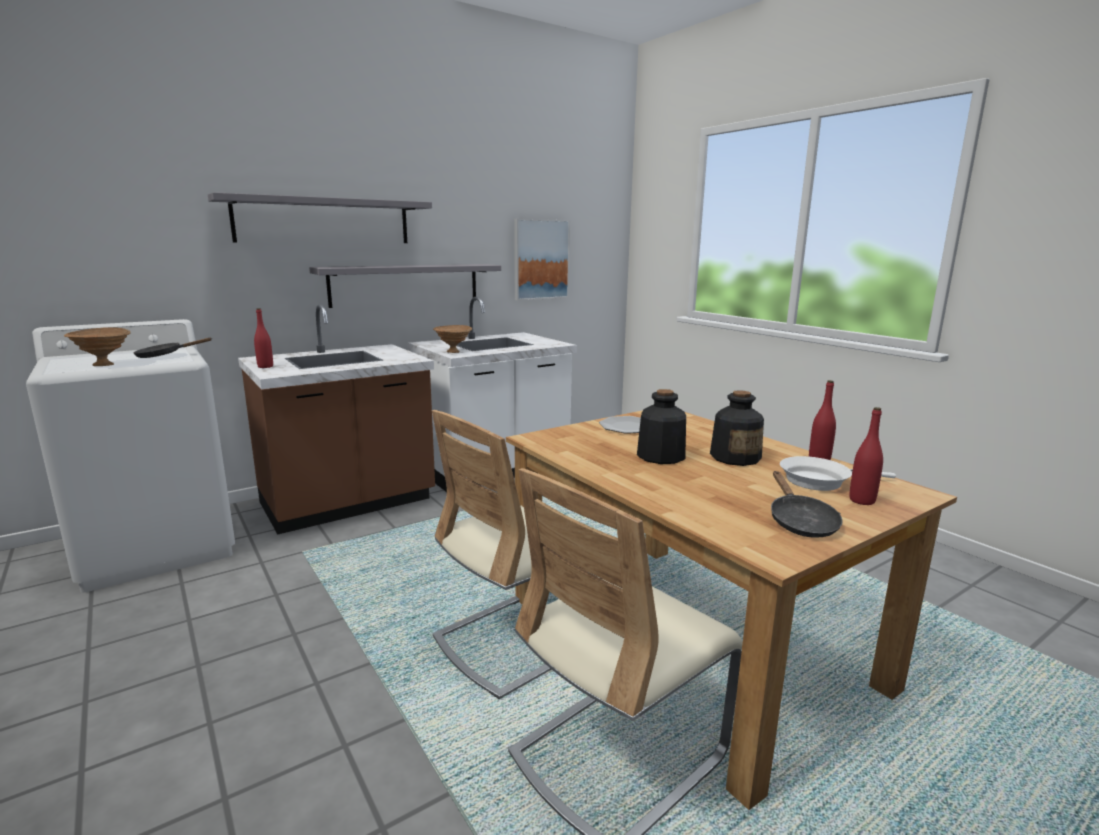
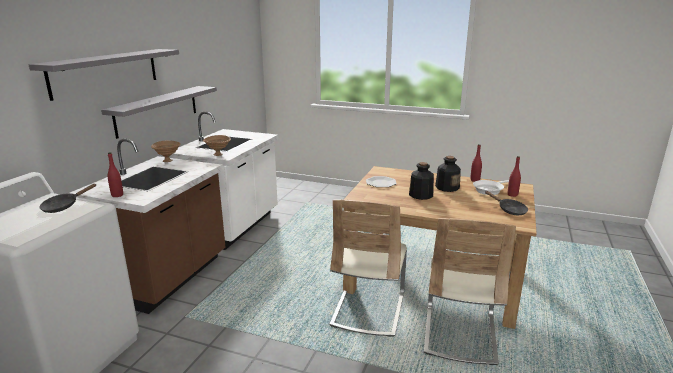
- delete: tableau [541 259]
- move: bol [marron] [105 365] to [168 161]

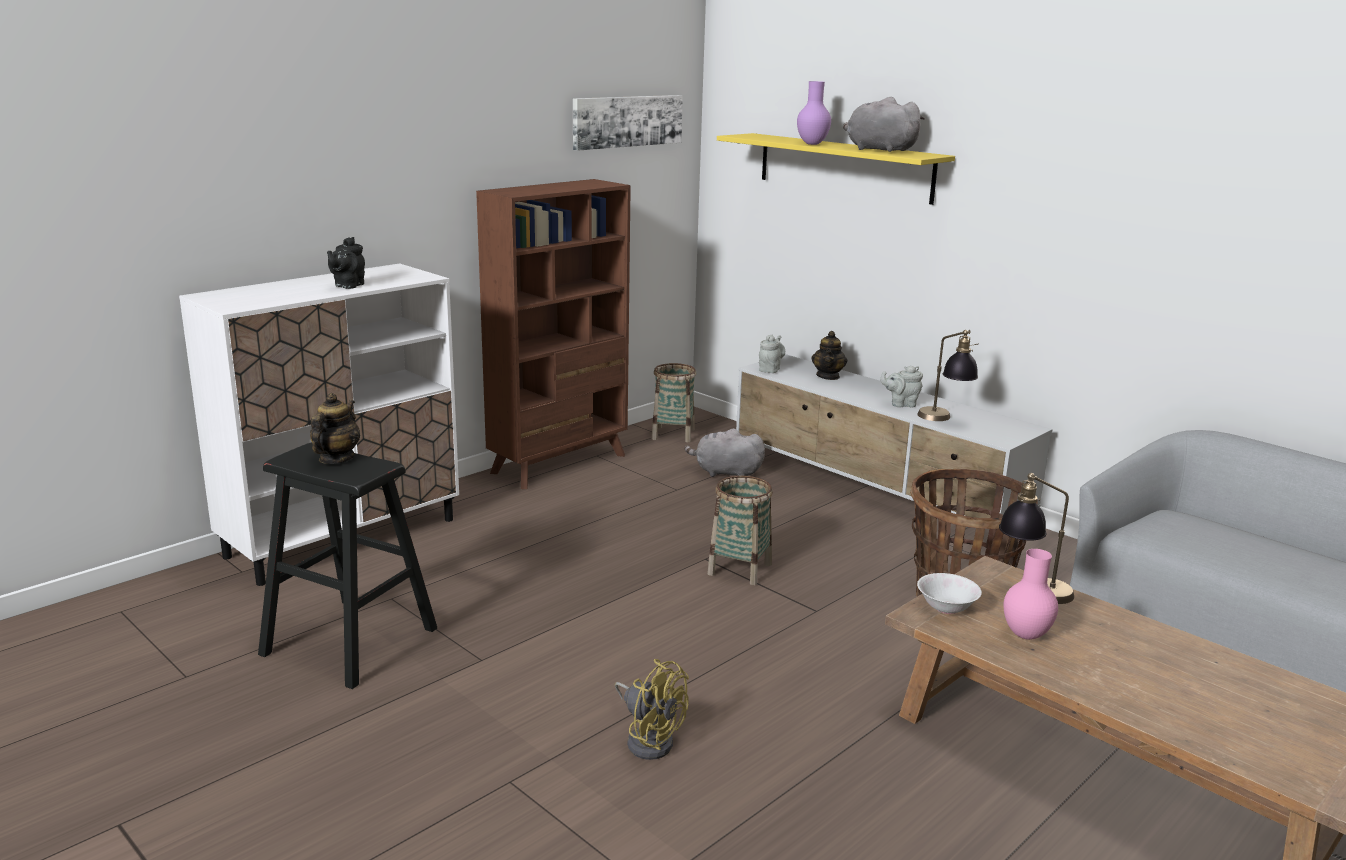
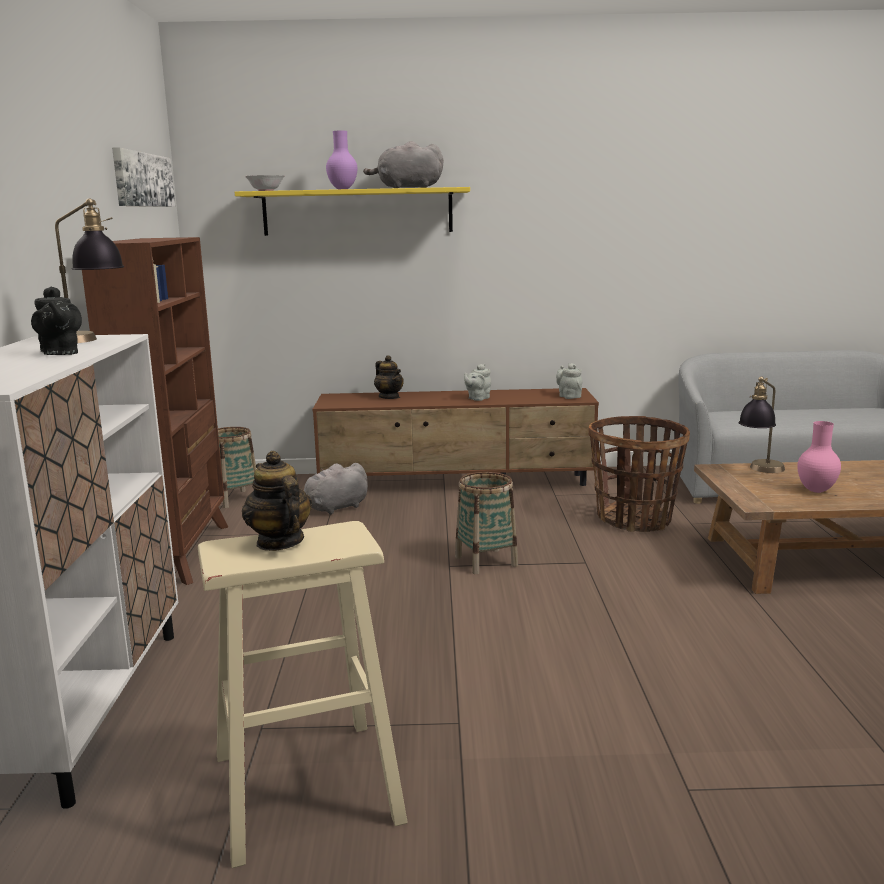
- delete: ventilateur [jaune] [649 739]
- move: théière [gris] [770 369] to [568 396]
- move: lampe de table [944 420] to [90 340]
- move: bol [blanc] [946 608] to [265 191]
- recolor: tabouret [noir] [349 641] to tabouret [beige] [305 787]
- recolor: meuble télé [blanc] [875 492] to meuble télé [marron] [457 483]

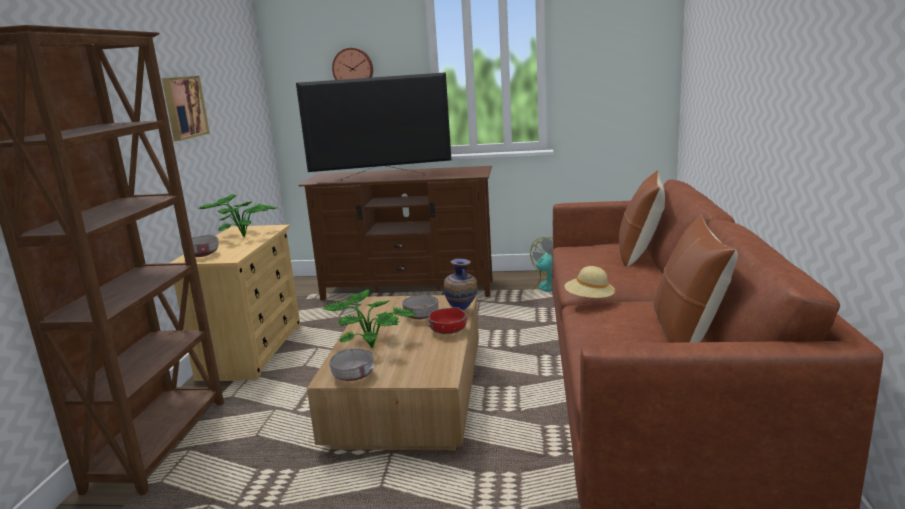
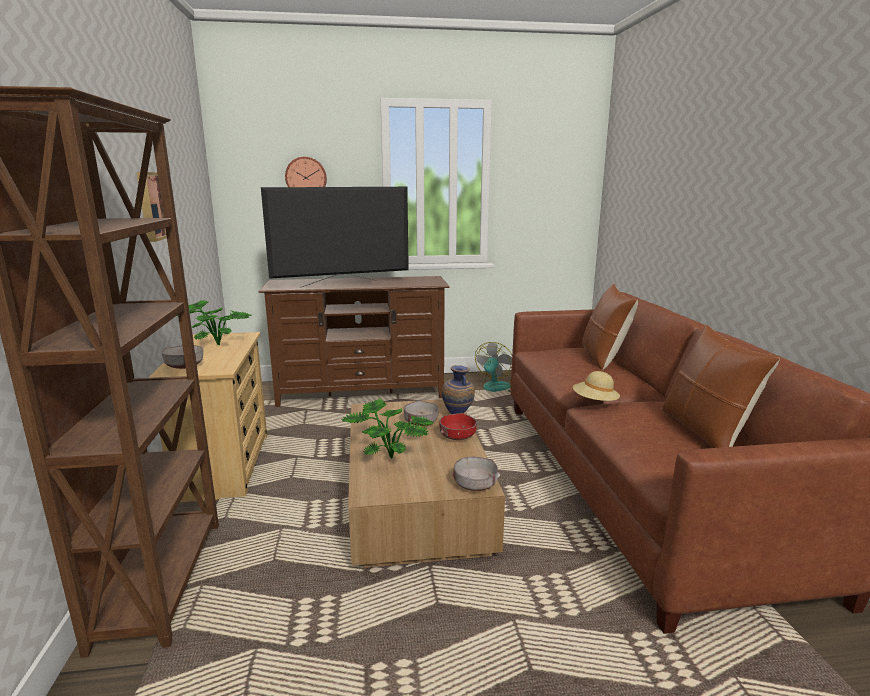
- move: bol [gris] [353 376] to [475 485]

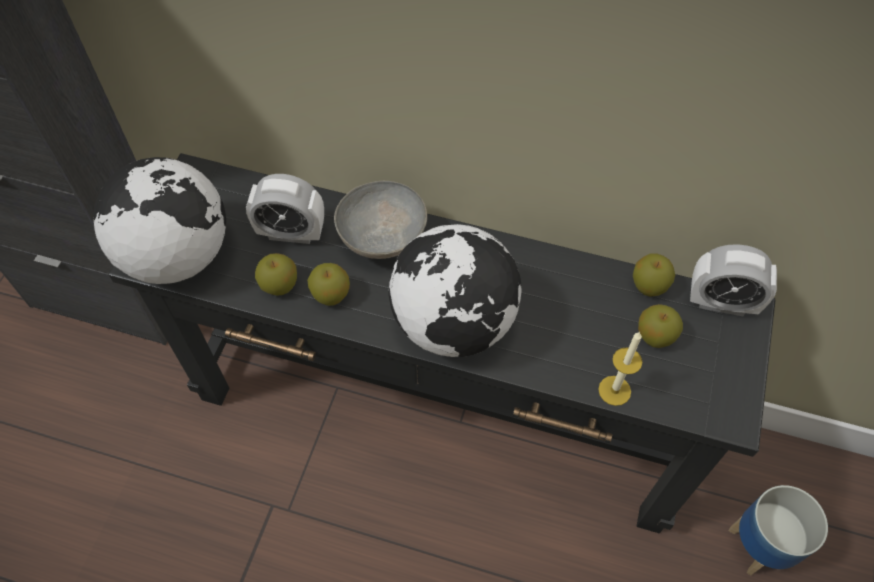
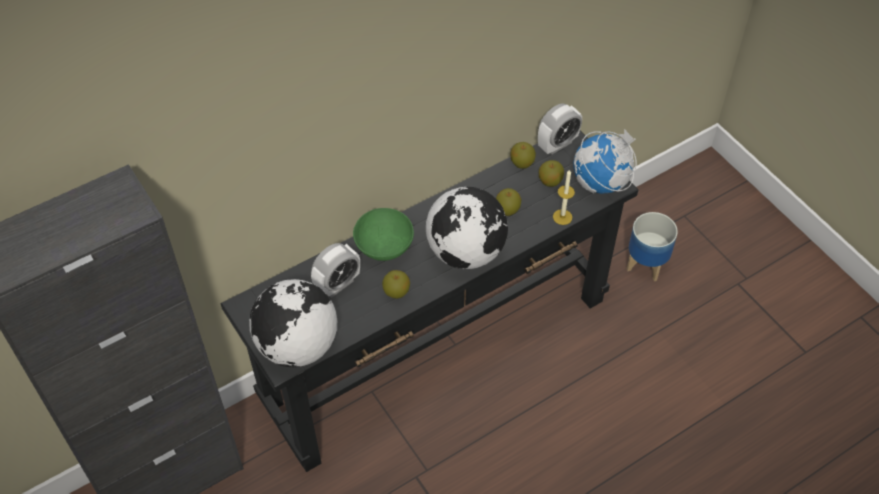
- insert: globe [601 183]
- move: pomme [279 285] to [507 210]
- recolor: bol [gris] [381 240] to bol [vert] [384 248]

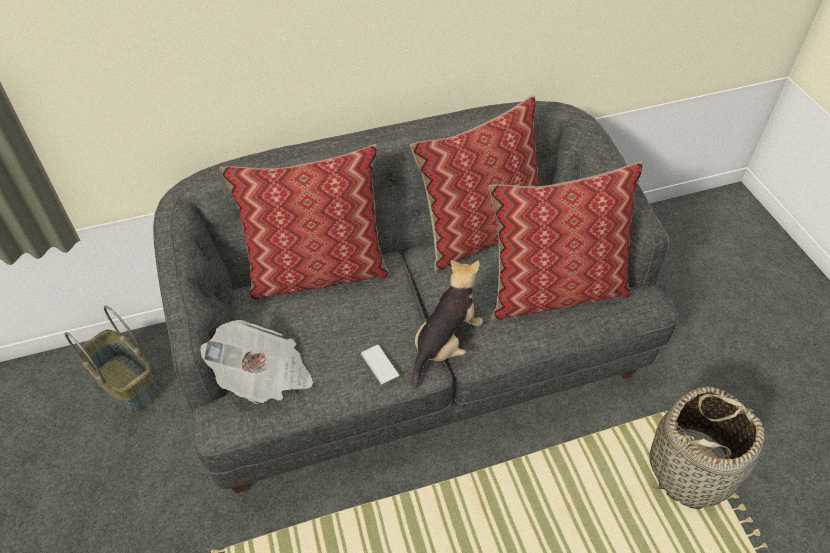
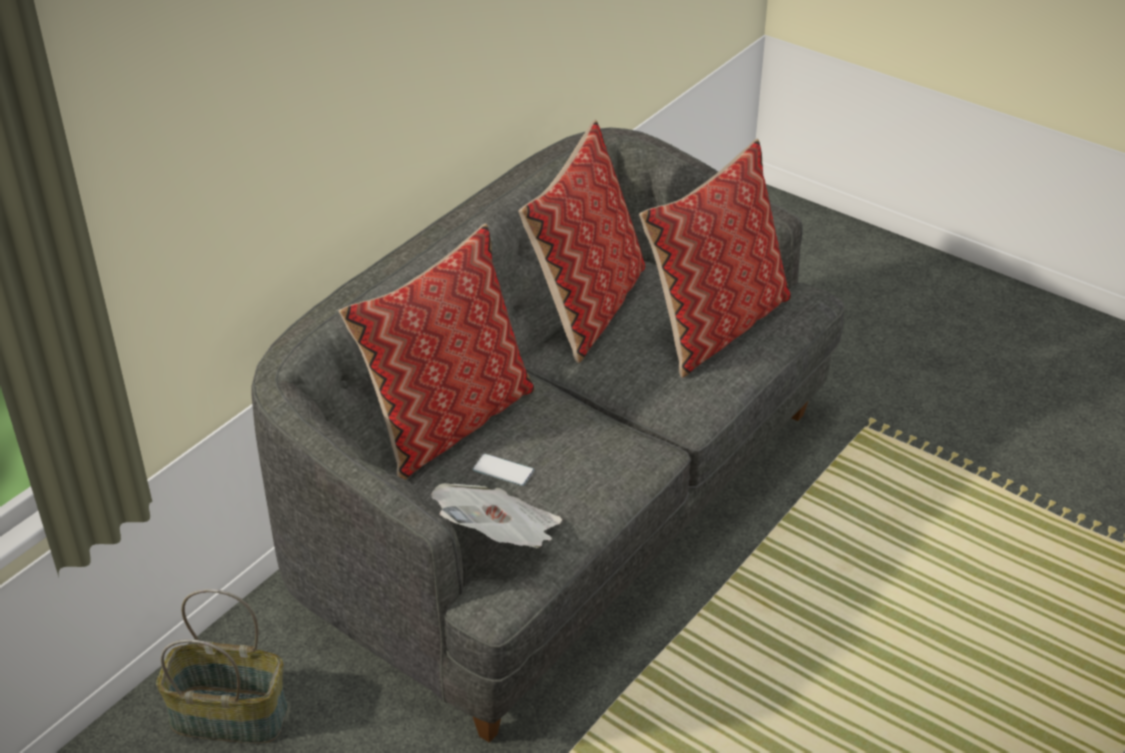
- delete: peluche [445 344]
- delete: panier [691 468]
- move: téléphone [380 365] to [503 470]

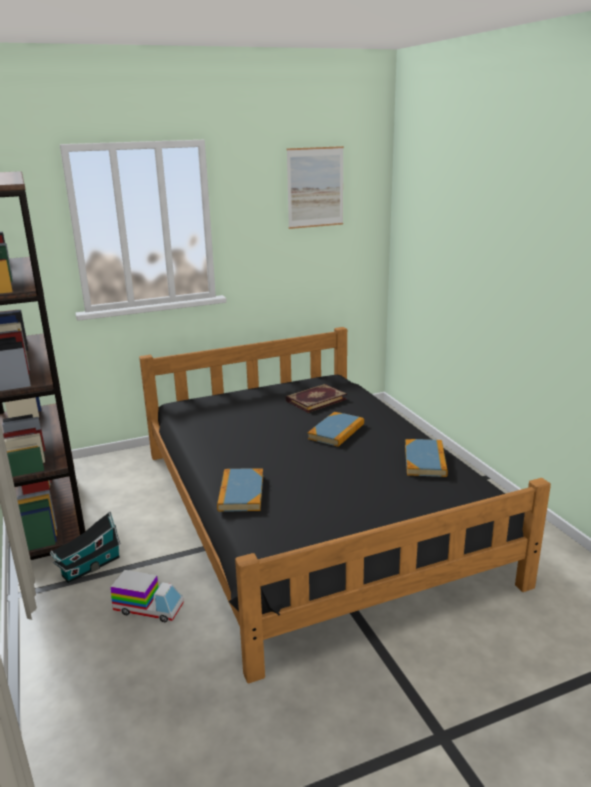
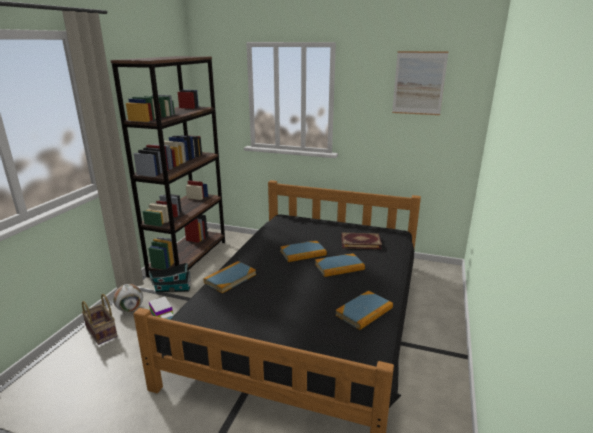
- insert: panier [102 332]
- insert: ballon de foot [130 309]
- insert: livre [303 253]

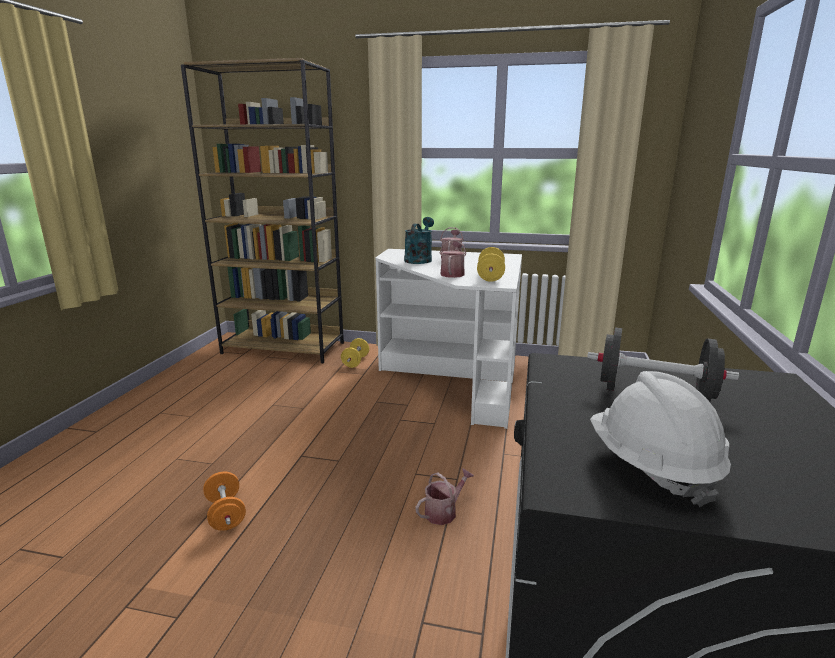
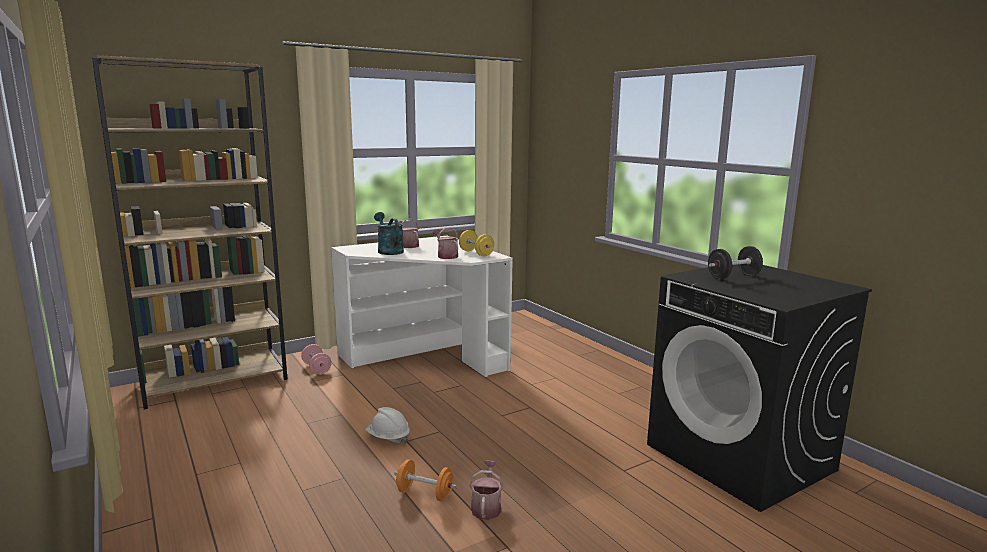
- move: arrosoir [444 512] to [486 507]
- move: casque de chantier [blanc] [651 466] to [388 438]
- recolor: haltère [jaune] [355 362] to haltère [rose] [316 368]

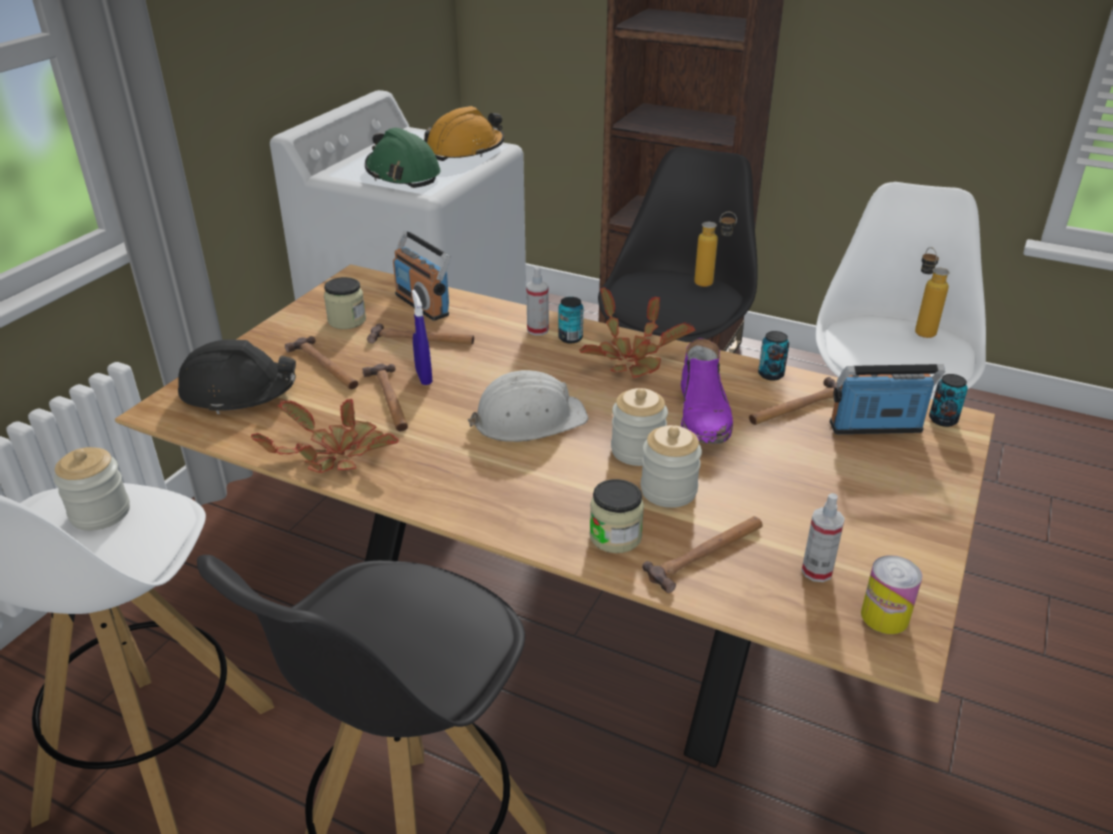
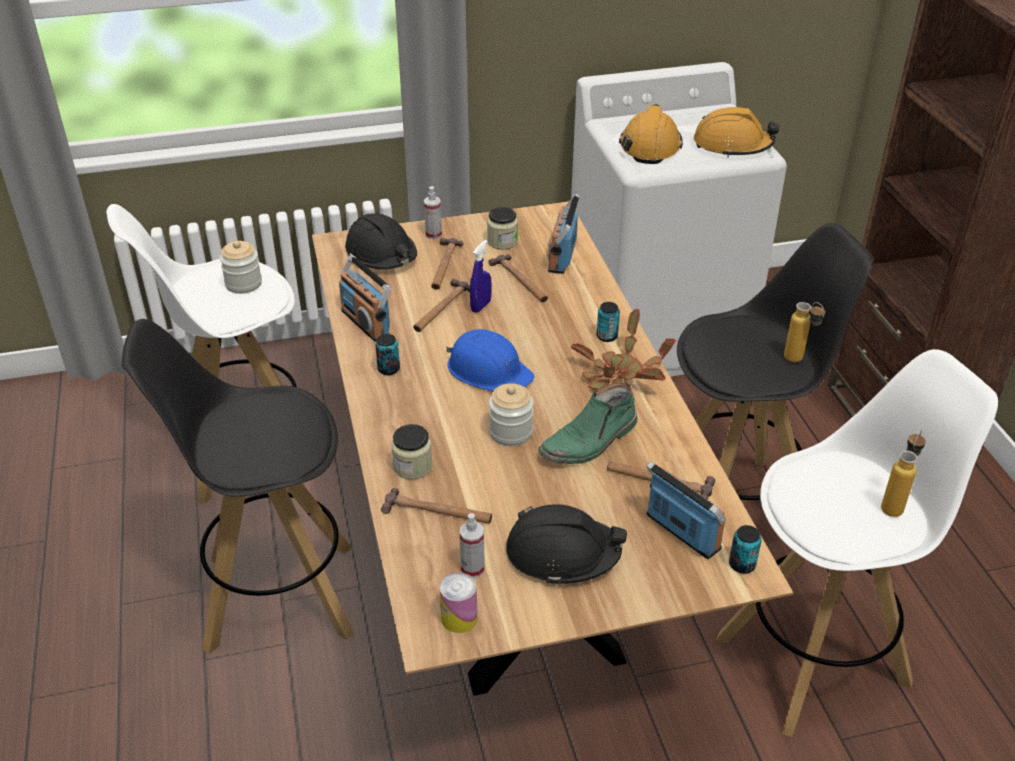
- delete: bocal [668 490]
- insert: casque de chantier [noir] [562 554]
- move: vaporisateur [537 330] to [433 234]
- move: boîte métallique [770 374] to [388 369]
- replace: plante en pot [335 455] to radio [366 322]
- recolor: casque de chantier [vert] [402 174] to casque de chantier [orange] [650 146]
- recolor: casque de chantier [blanc] [528 419] to casque de chantier [bleu] [488 370]
- recolor: botte [violet] [704 415] to botte [vert] [589 441]

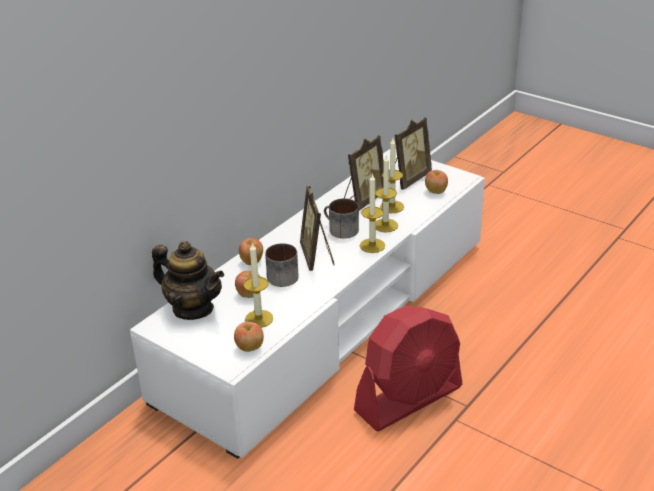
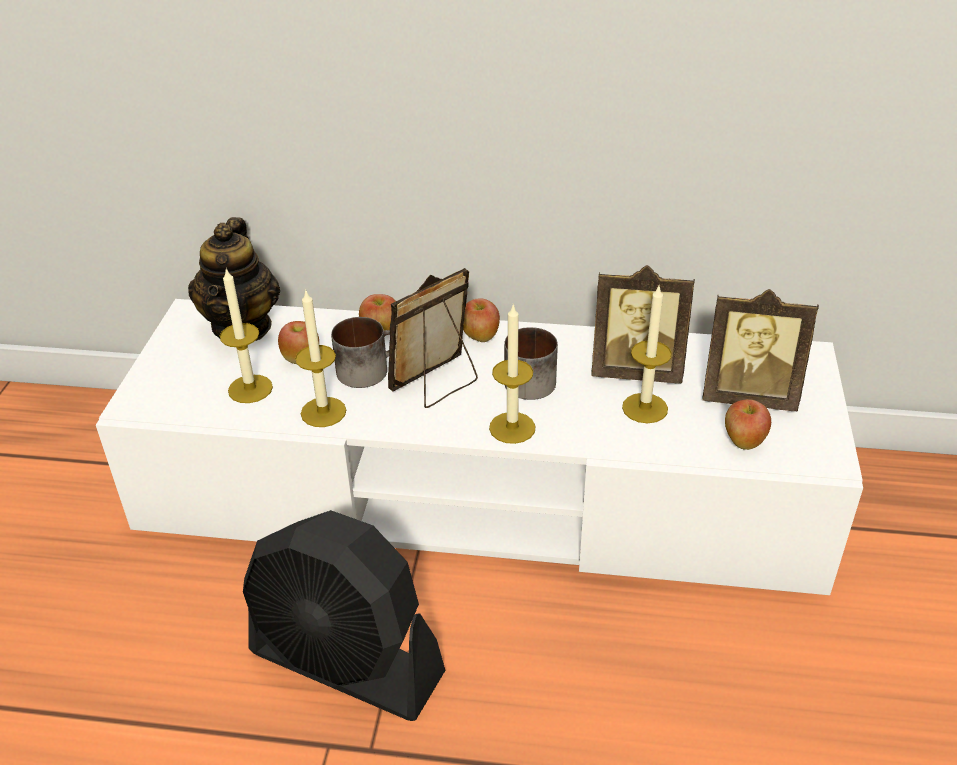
- move: pomme [250 348] to [480 337]
- move: bougie [385 225] to [323 412]
- recolor: ventilateur [rouge] [409 399] to ventilateur [noir] [347 663]

